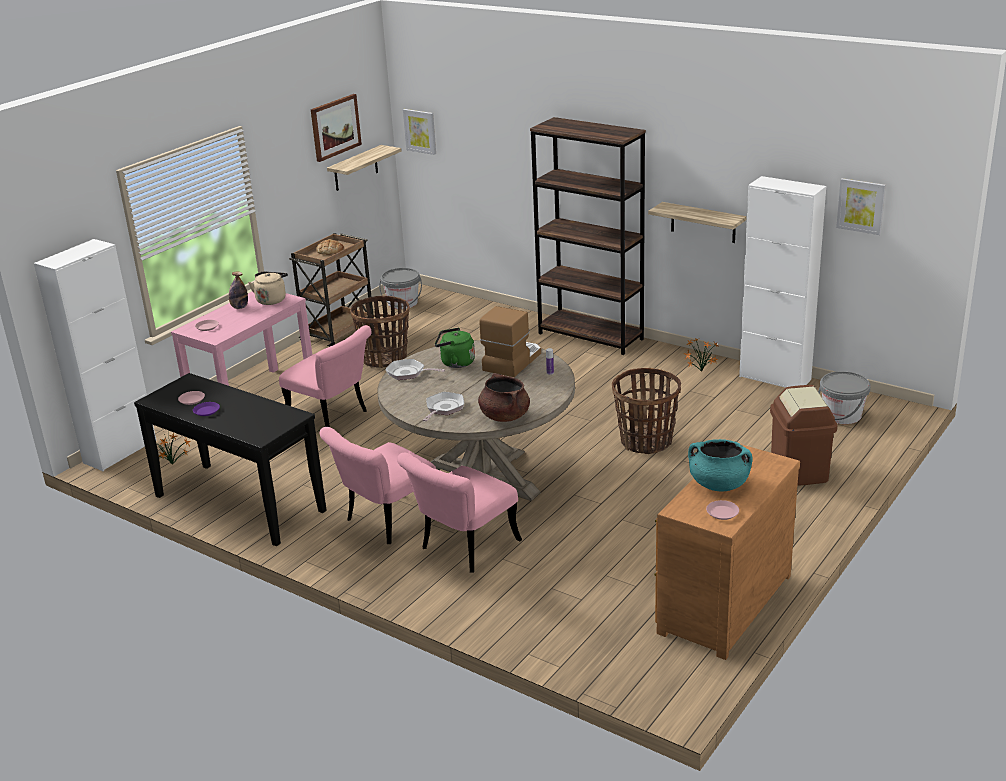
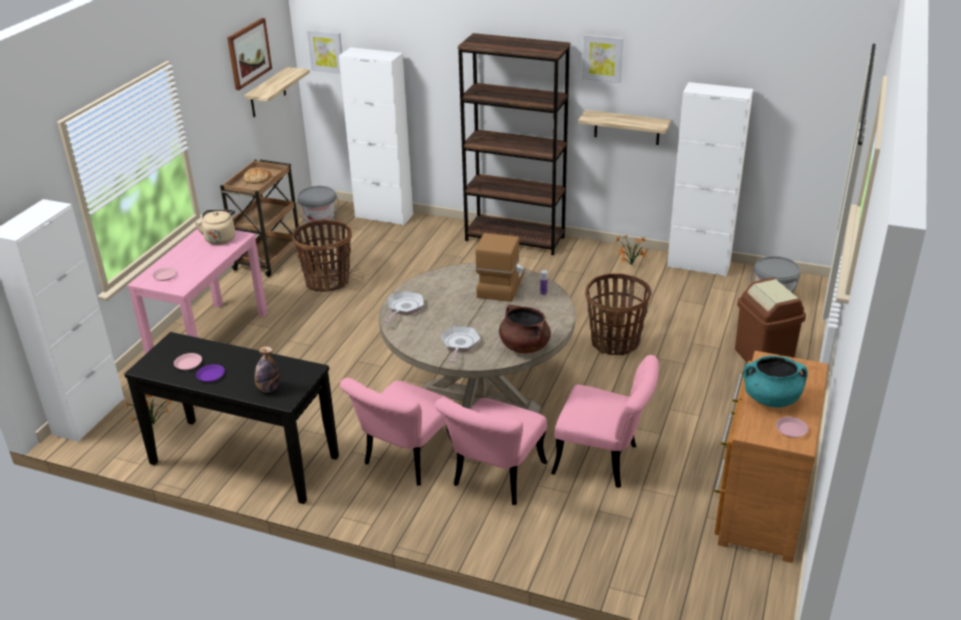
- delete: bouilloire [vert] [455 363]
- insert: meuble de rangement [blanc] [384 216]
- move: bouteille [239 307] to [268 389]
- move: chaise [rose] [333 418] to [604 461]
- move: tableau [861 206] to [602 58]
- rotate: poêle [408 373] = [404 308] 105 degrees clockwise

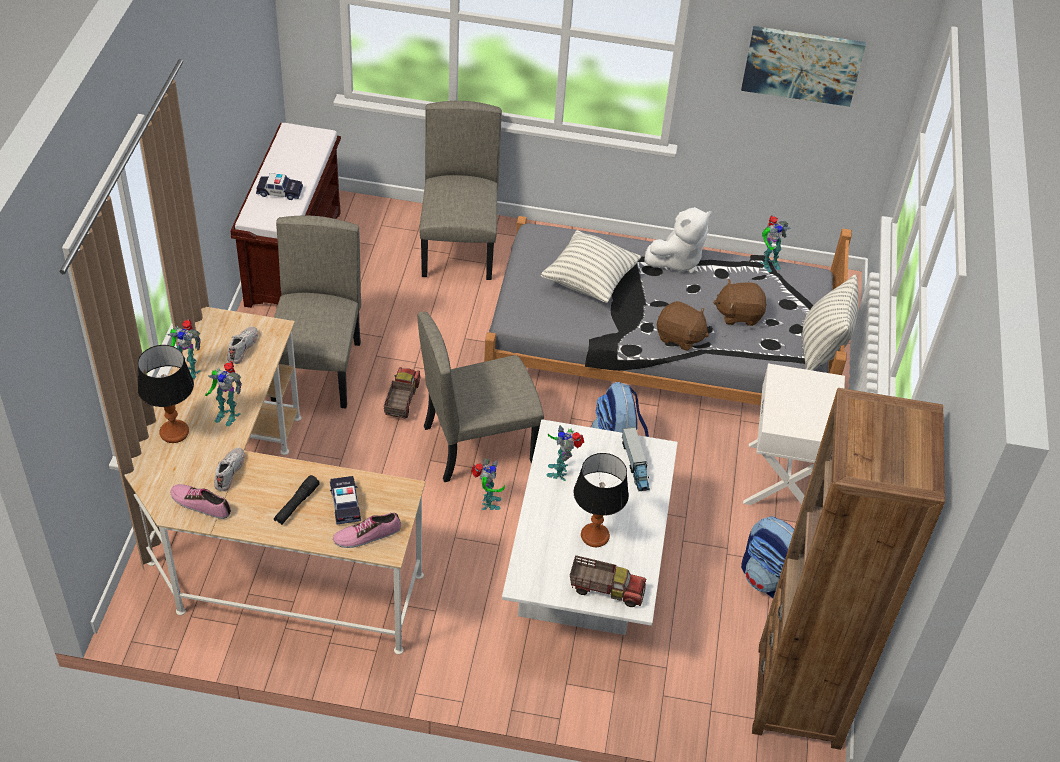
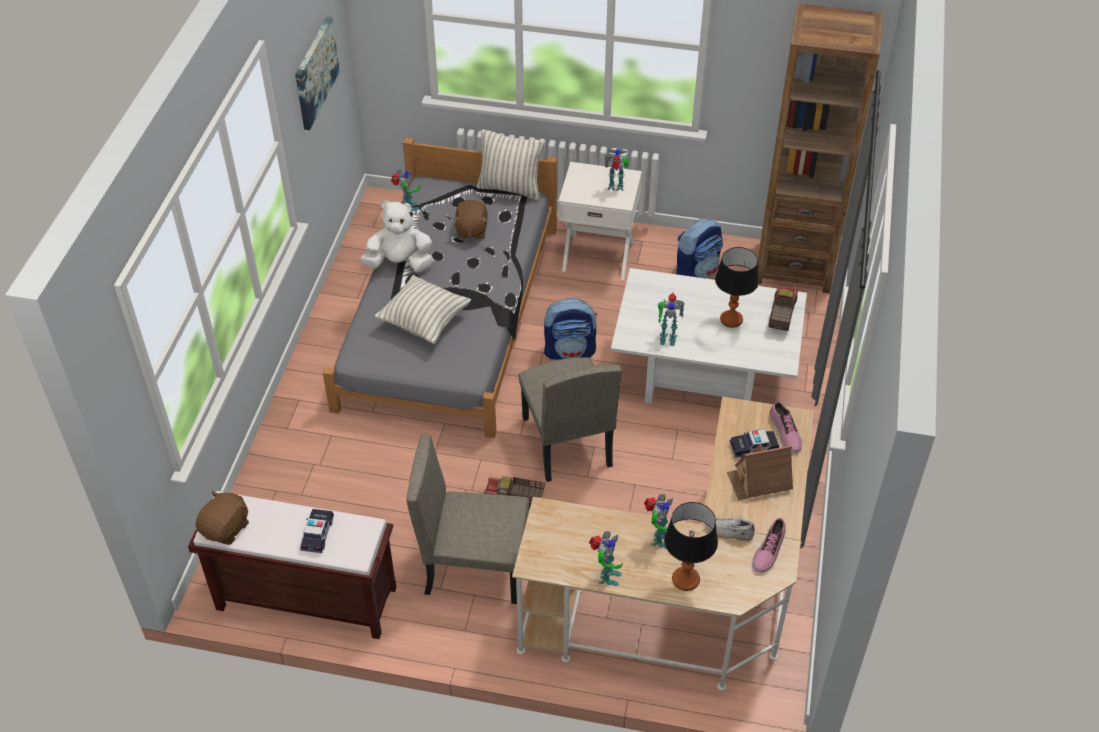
- delete: chaussure [blanc] [242 347]
- delete: chaise [beige] [459 250]
- delete: camion jouet [635 465]
- move: robot jouet [488 503] to [616 187]
- move: peluche [marron] [679 337] to [226 528]
- replace: lampe de poche [noir] [296 504] to maison miniature [759 481]
- rotate: peluche [blanc] [677 260] = [400 263] 60 degrees counterclockwise

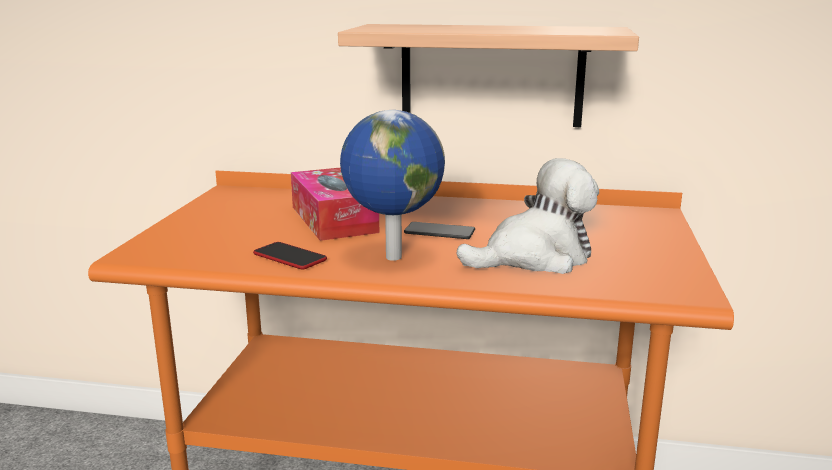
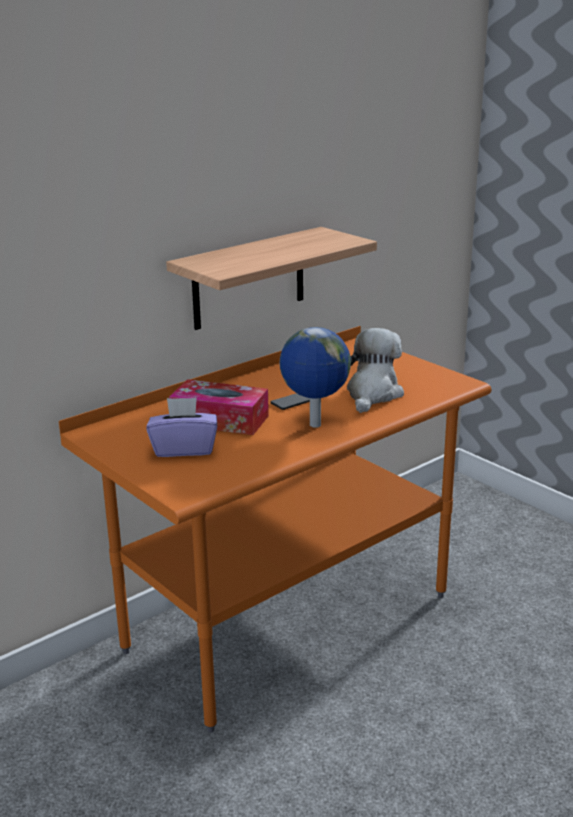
- delete: téléphone [289 257]
- insert: boîte à mouchoirs [violet] [184 449]

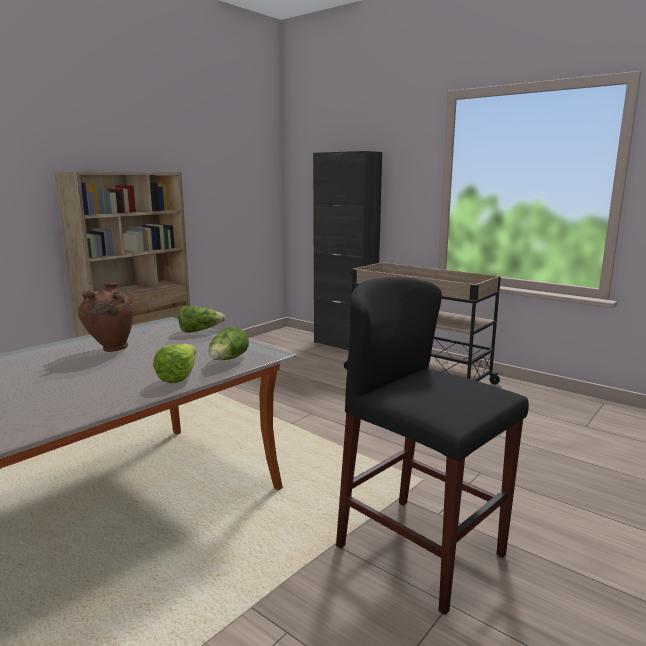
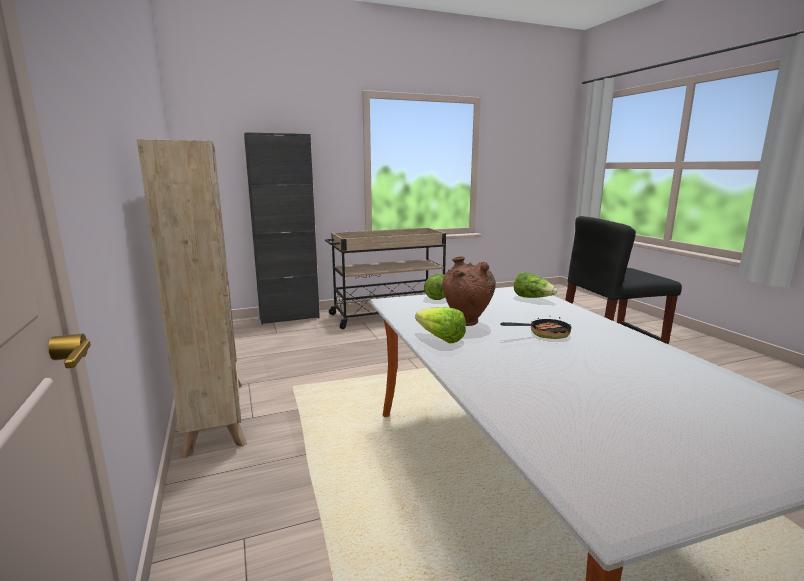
- insert: poêle [543 334]
- move: laitue [182 375] to [437 337]

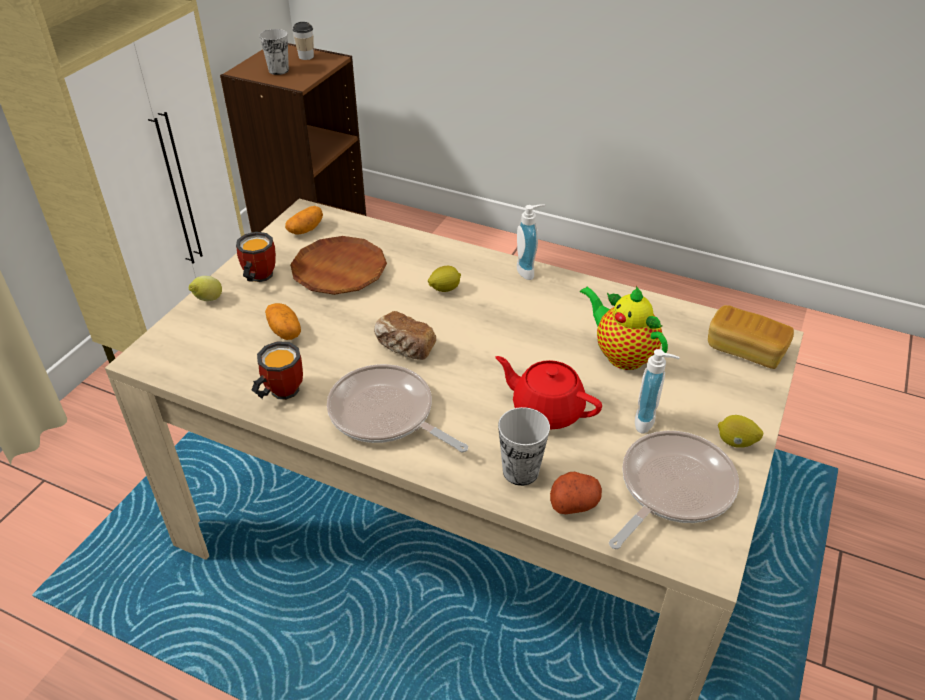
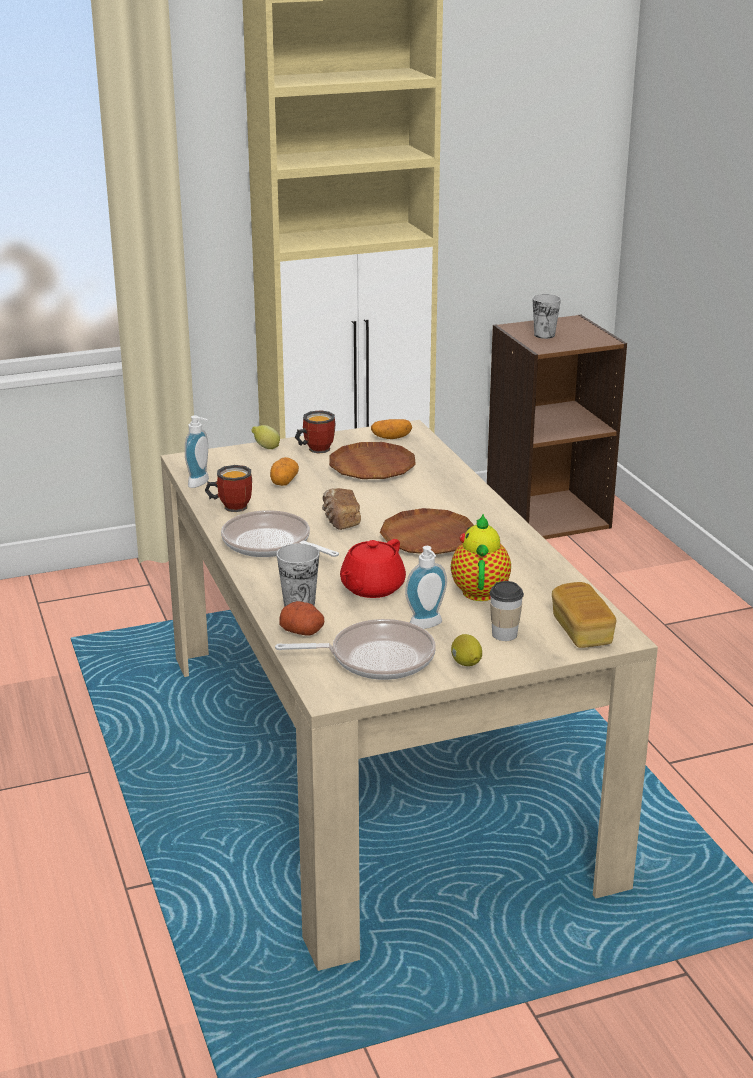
- delete: citron [444 289]
- insert: assiette [marron] [428 539]
- move: tasse [306 56] to [504 634]
- move: distributeur de savon [528 270] to [201 483]
- rotate: poêle [386 414] = [270 543] 45 degrees counterclockwise
- rotate: théière [rouge] [546 409] = [371 588] 135 degrees counterclockwise

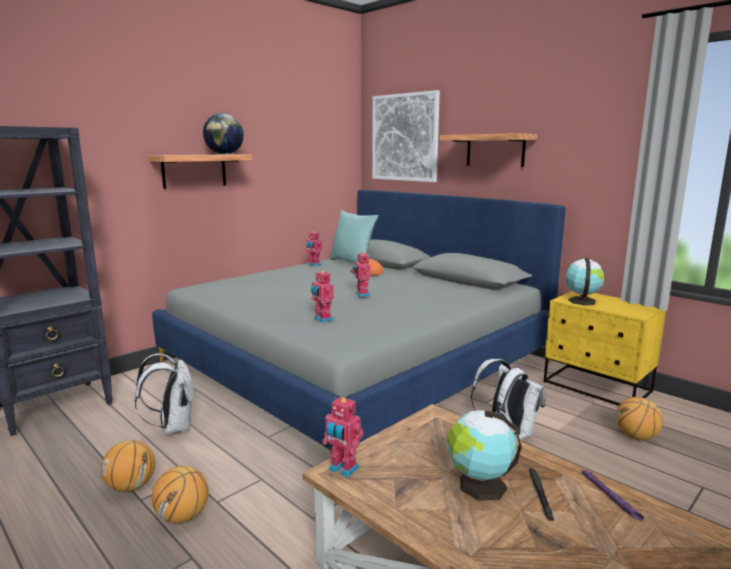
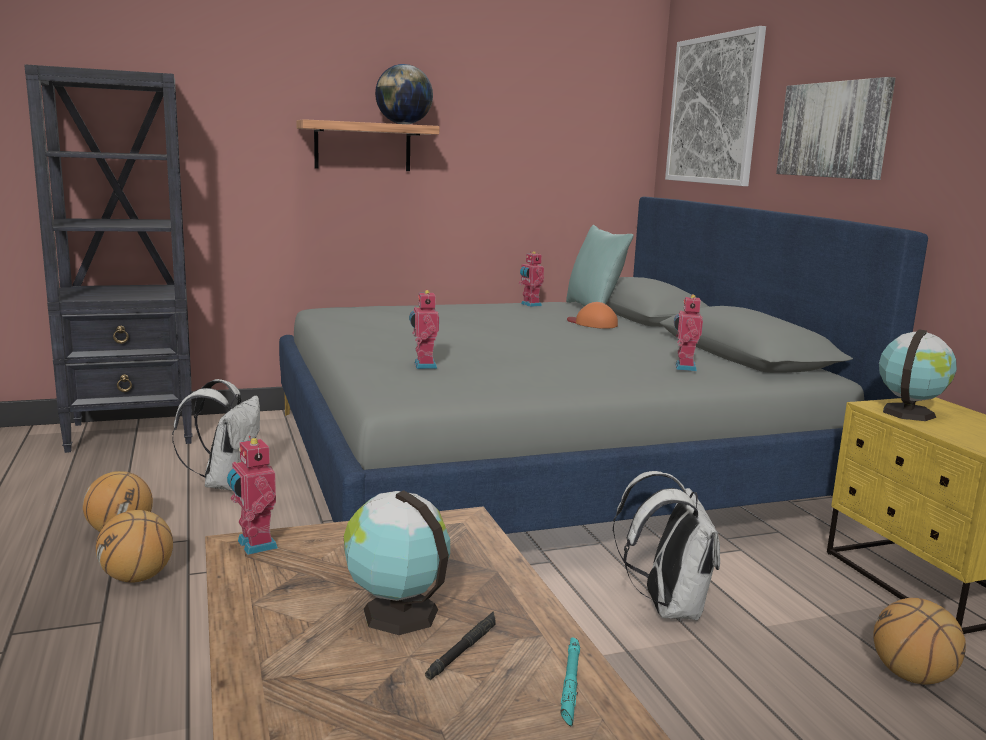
- move: robot jouet [361 294] to [683 367]
- replace: étagère [495 150] to tableau [834 130]
- recolor: lampe de poche [violet] [610 496] to lampe de poche [turquoise] [571 684]

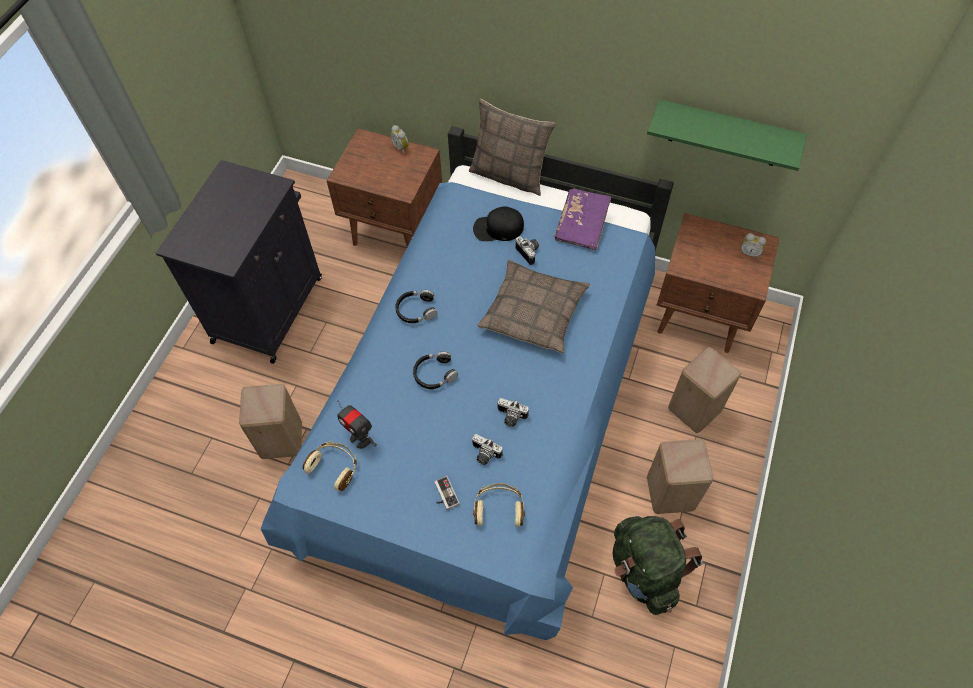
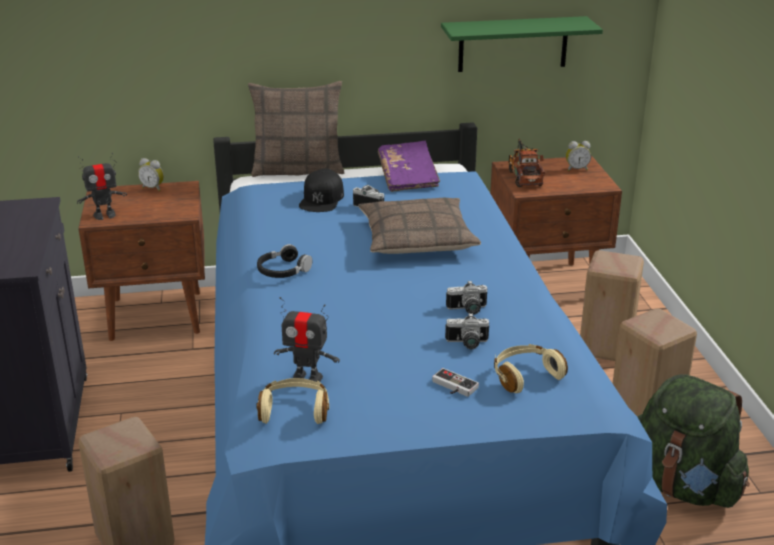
- delete: casque audio [noir] [434 374]
- insert: robot jouet [104 215]
- insert: camion jouet [524 176]
- rotate: casquette [noir] [498 228] = [322 199] 45 degrees counterclockwise

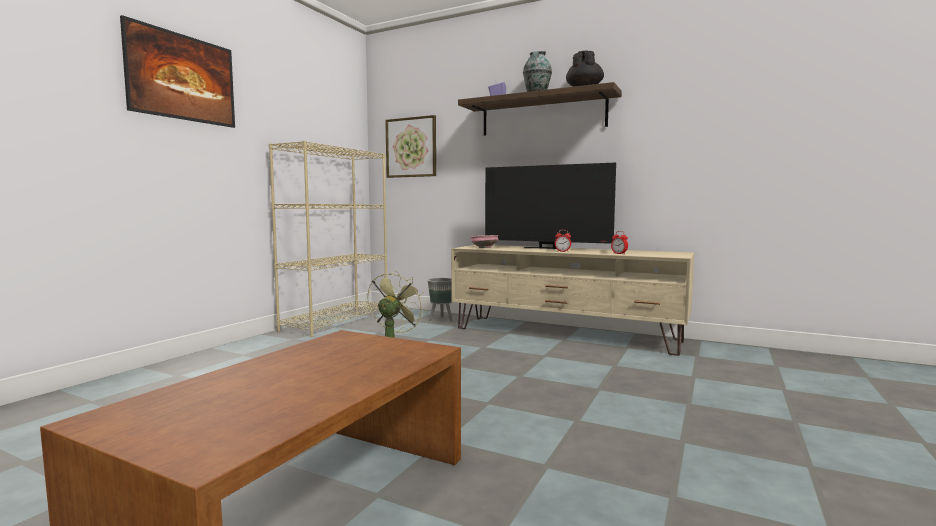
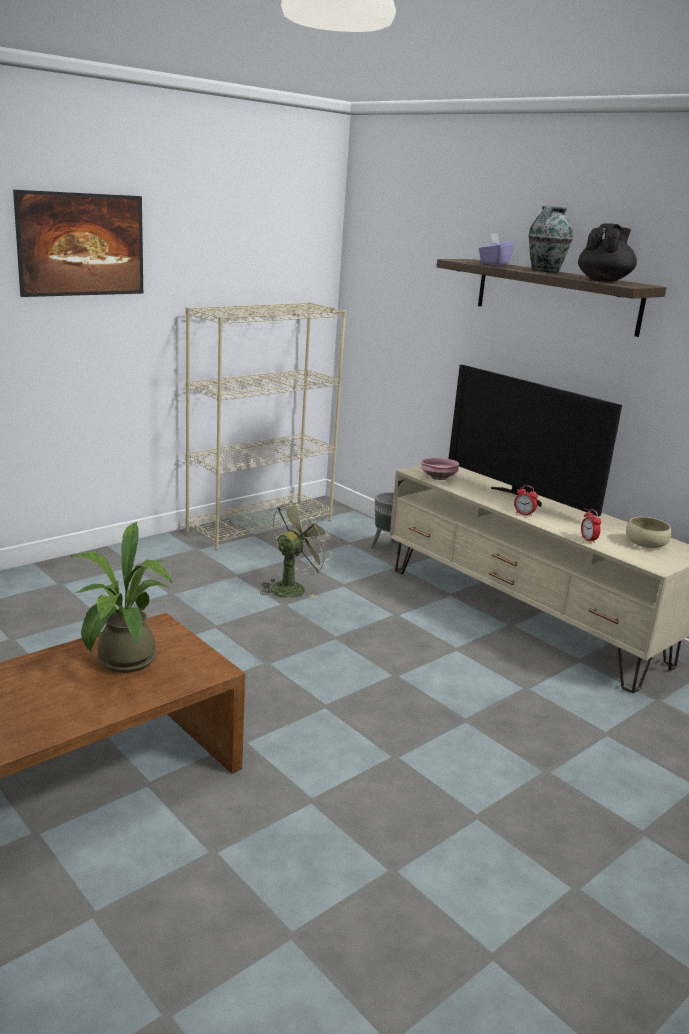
- delete: tableau [411 147]
- insert: plante en pot [122 663]
- insert: bol [beige] [645 543]

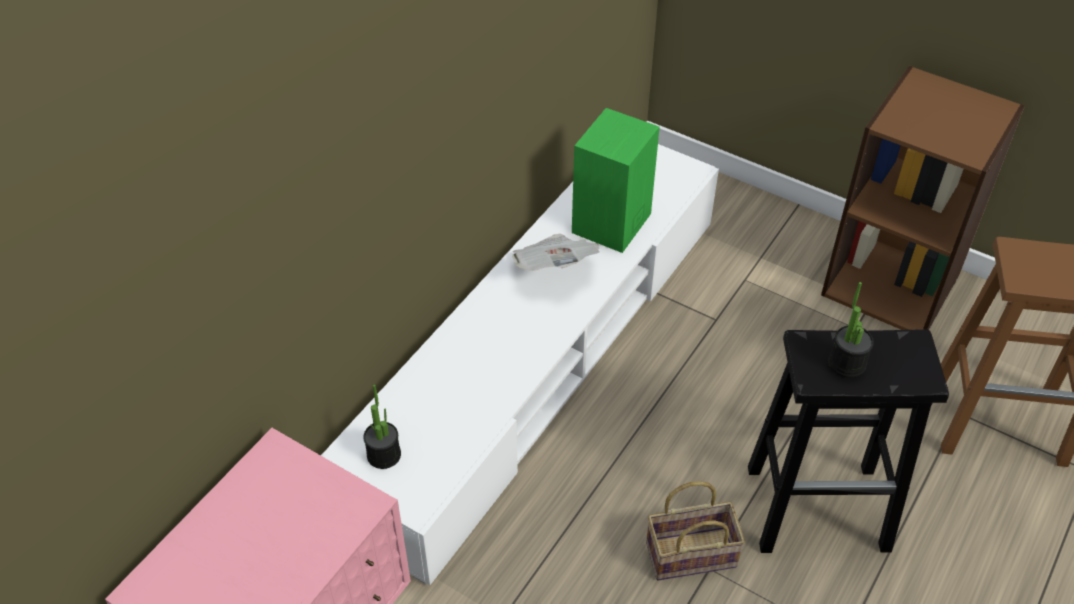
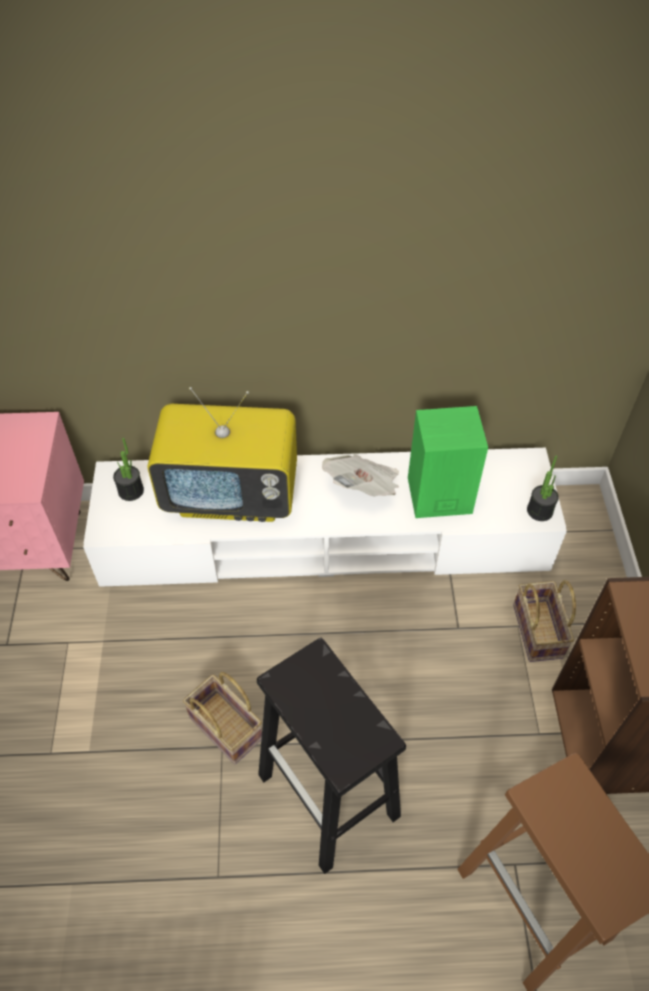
- insert: téléviseur [232 495]
- insert: panier [539 632]
- move: plante en pot [847 363] to [539 511]

